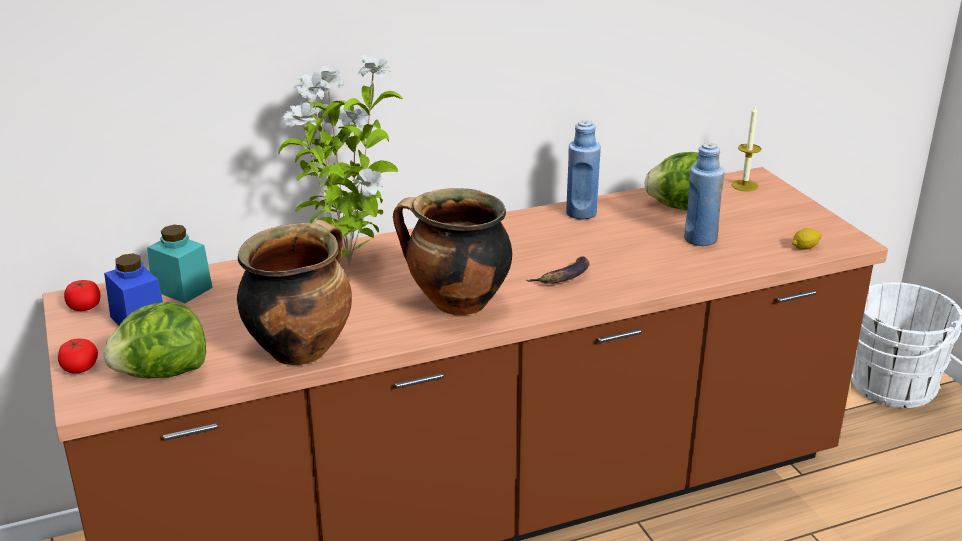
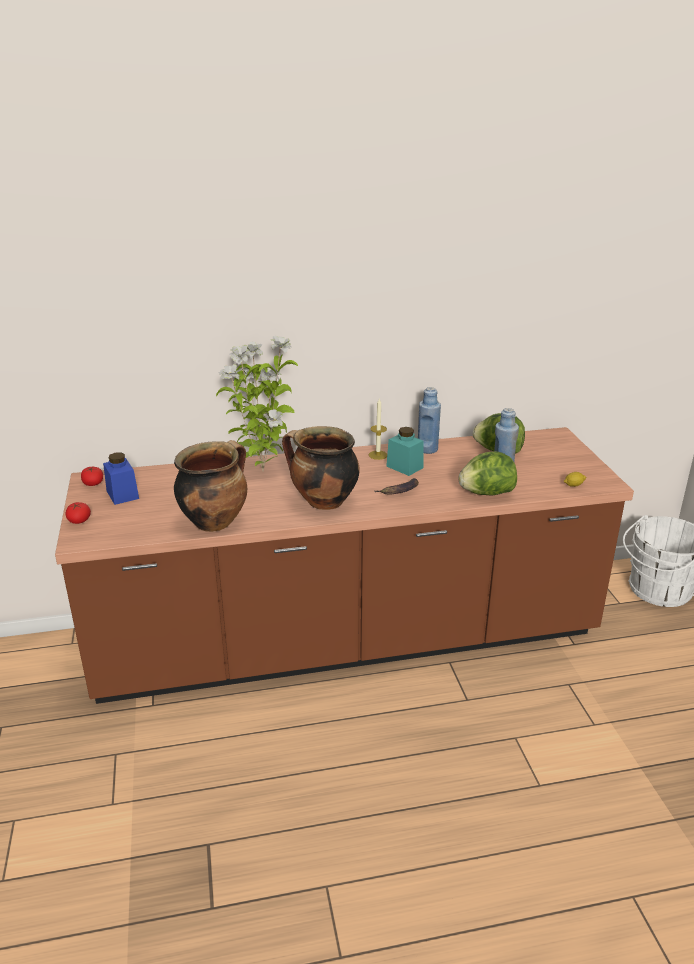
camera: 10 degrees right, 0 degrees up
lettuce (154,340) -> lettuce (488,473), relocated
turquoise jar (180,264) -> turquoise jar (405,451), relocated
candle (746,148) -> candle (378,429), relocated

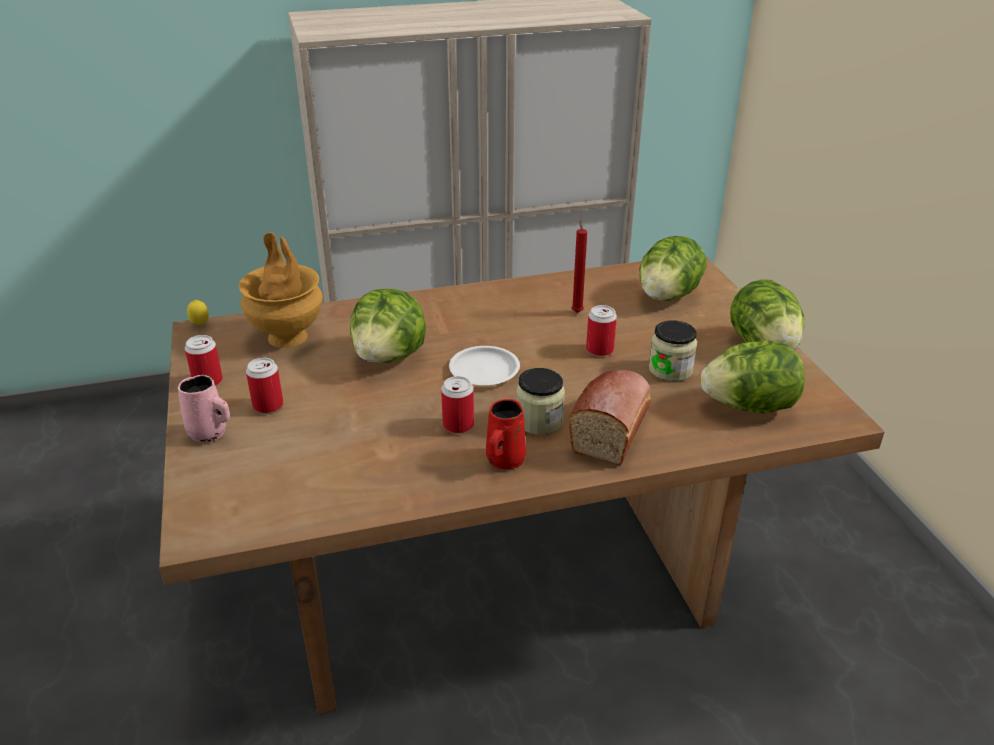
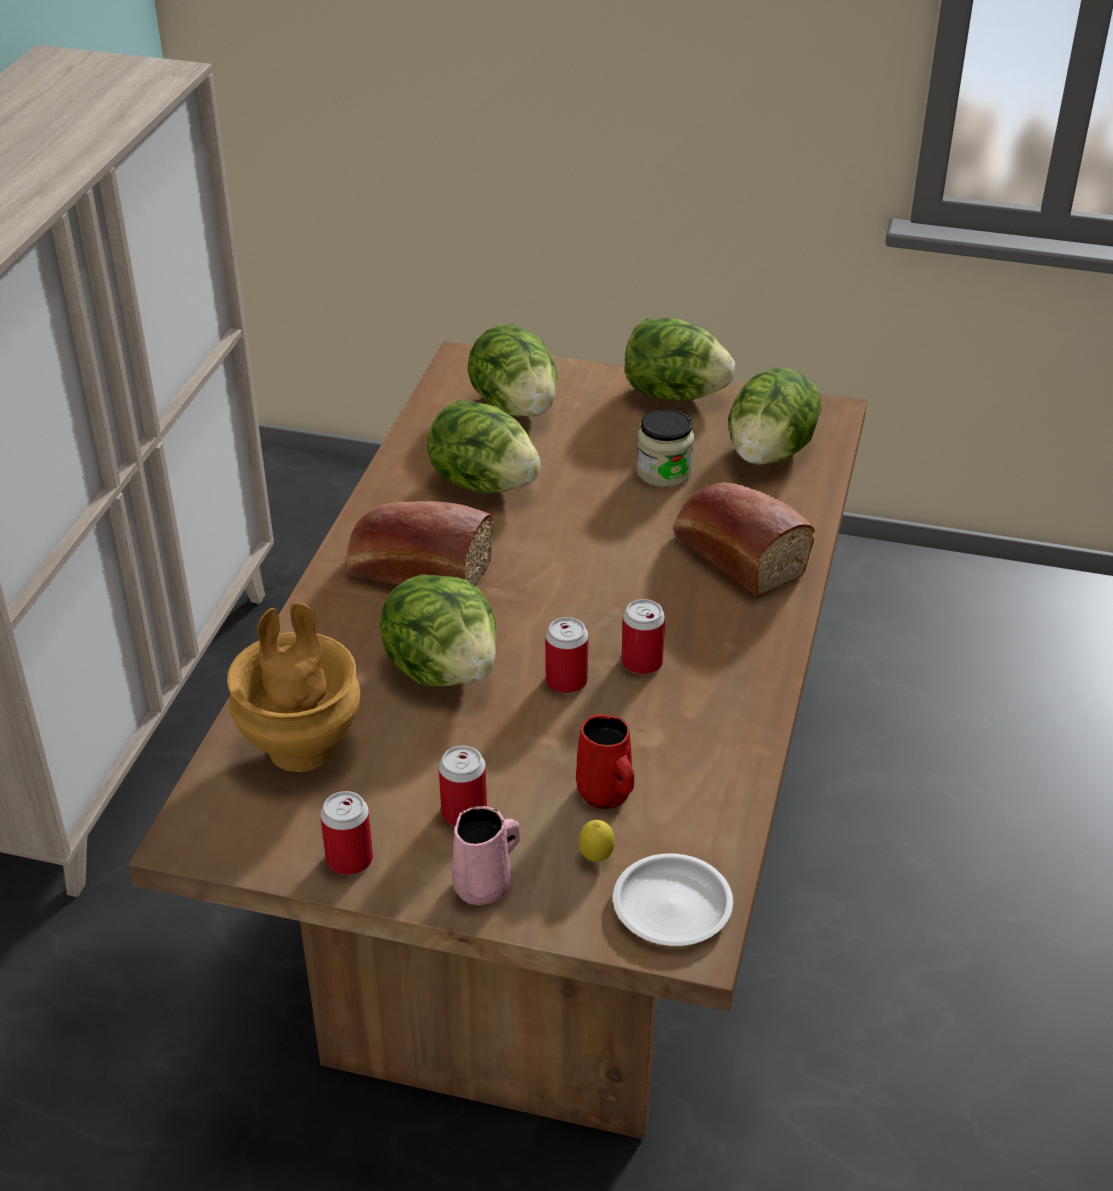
camera: 60 degrees left, 5 degrees up
jar (540,401) -> none
none -> bread (419,543)
lemon (198,313) -> lemon (597,841), relocated
white plate (484,366) -> white plate (673,899), relocated
red mug (506,434) -> red mug (605,761), relocated
can (601,330) -> can (566,655), relocated
red candle (579,265) -> lettuce (484,446)

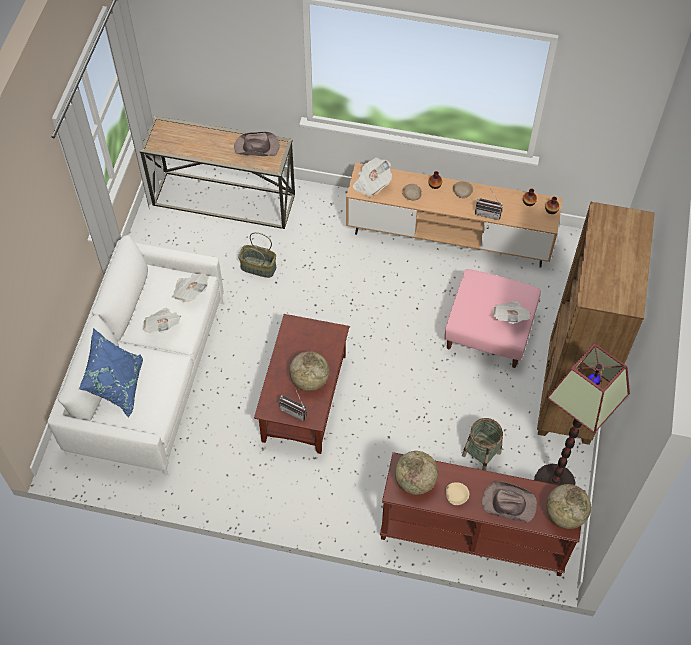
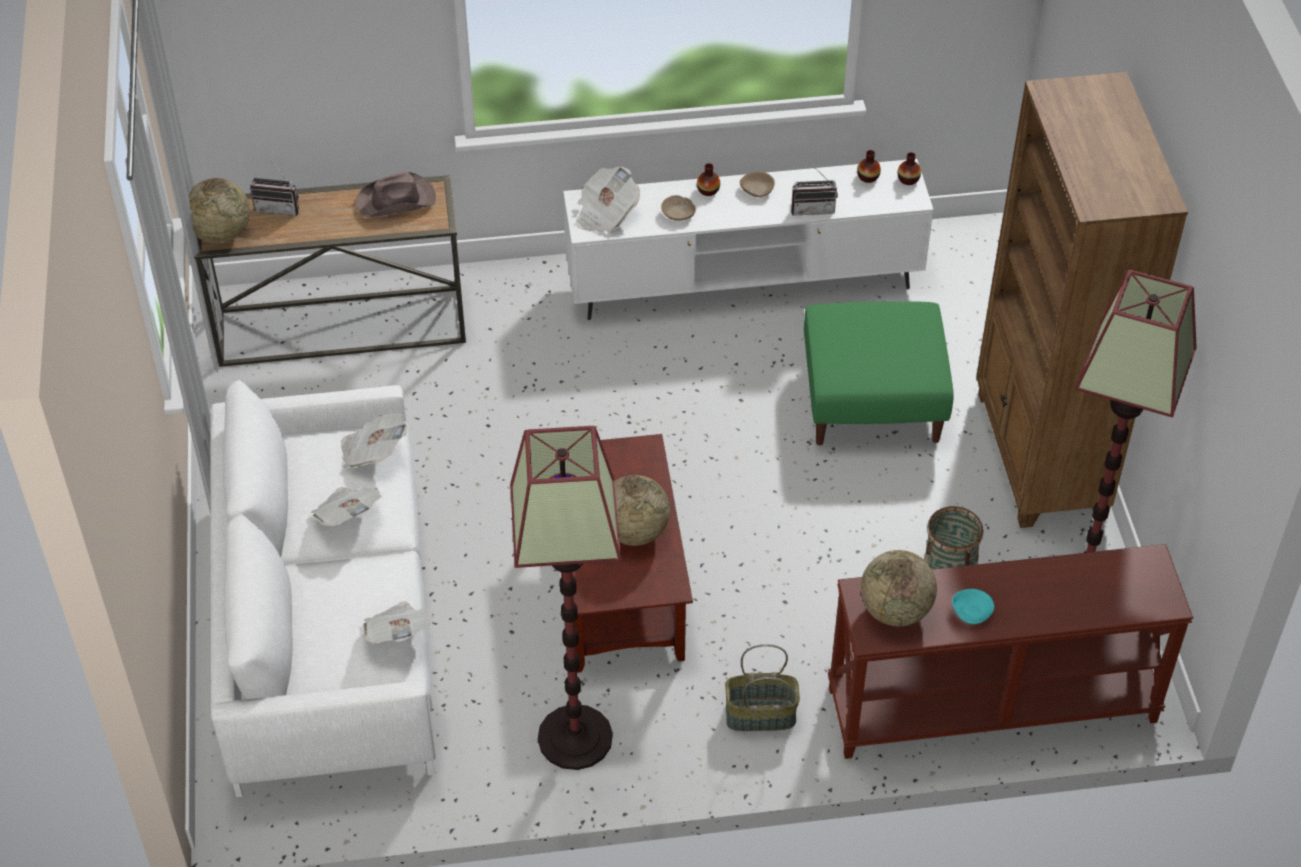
camera: 20 degrees left, 10 degrees down
blue pillow (111,373) -> none
brown hat (509,502) -> none
none -> floor lamp (566,598)
basket (257,255) -> basket (762,687), relocated
radio (293,404) -> radio (274,188), relocated
newspaper (512,312) -> newspaper (398,622), relocated
globe (568,506) -> globe (219,211), relocated
brown tv stand (454,215) -> white tv stand (748,239)
pink ottoman (492,318) -> green ottoman (879,373)
beige bowl (457,493) -> turquoise bowl (973,606)

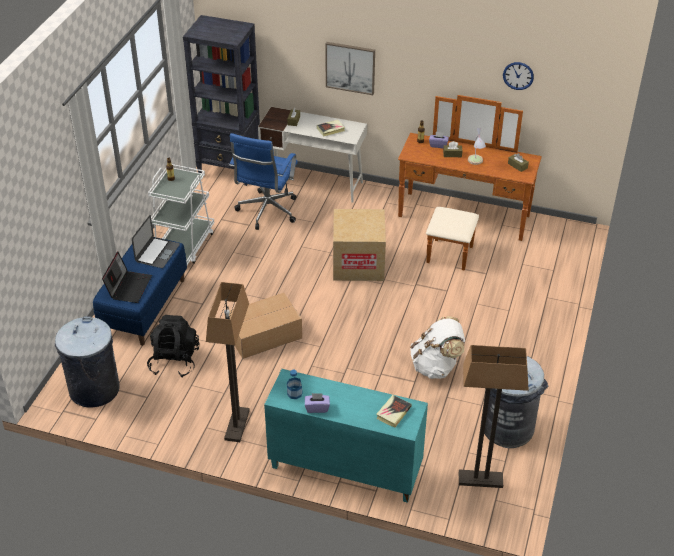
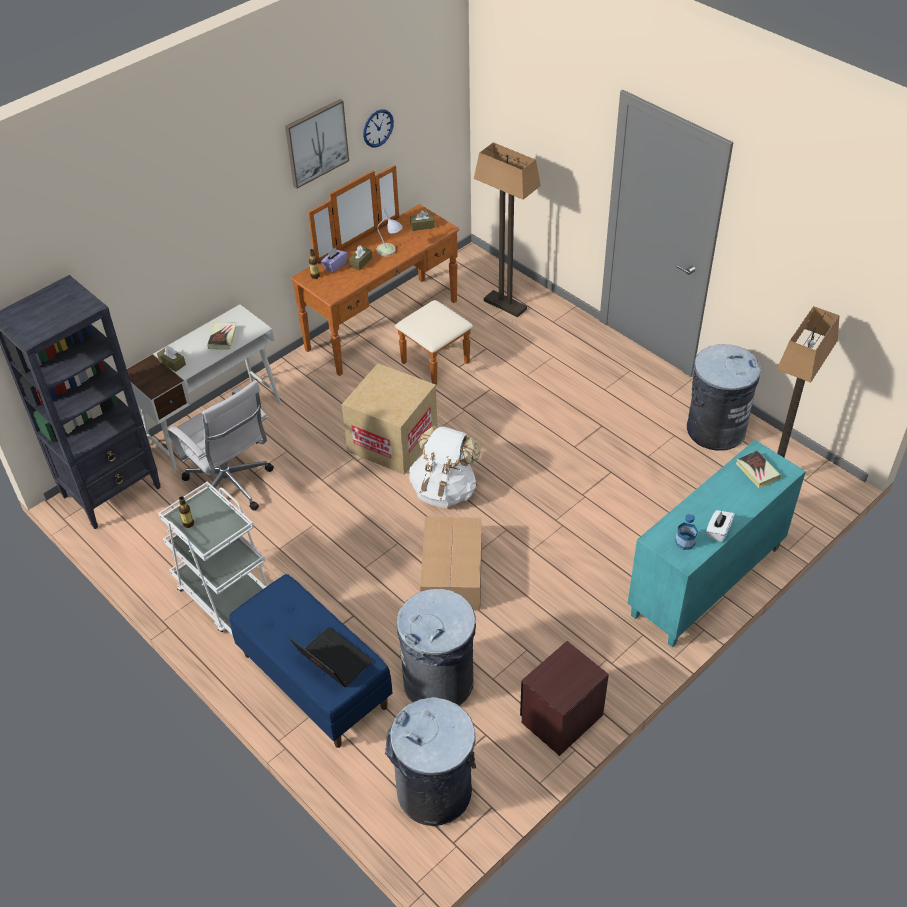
camera: 60 degrees left, 5 degrees up
laptop (156,241) -> none
none -> brown nightstand (564,698)
floor lamp (228,362) -> floor lamp (507,229), relocated
picture (350,68) -> picture (317,144), relocated
white backpack (437,347) -> white backpack (445,467), relocated
black backpack (173,346) -> grey trash can (436,647)
blue office chair (263,181) -> white office chair (220,445)
purple tissue box (317,403) -> white tissue box (720,526)

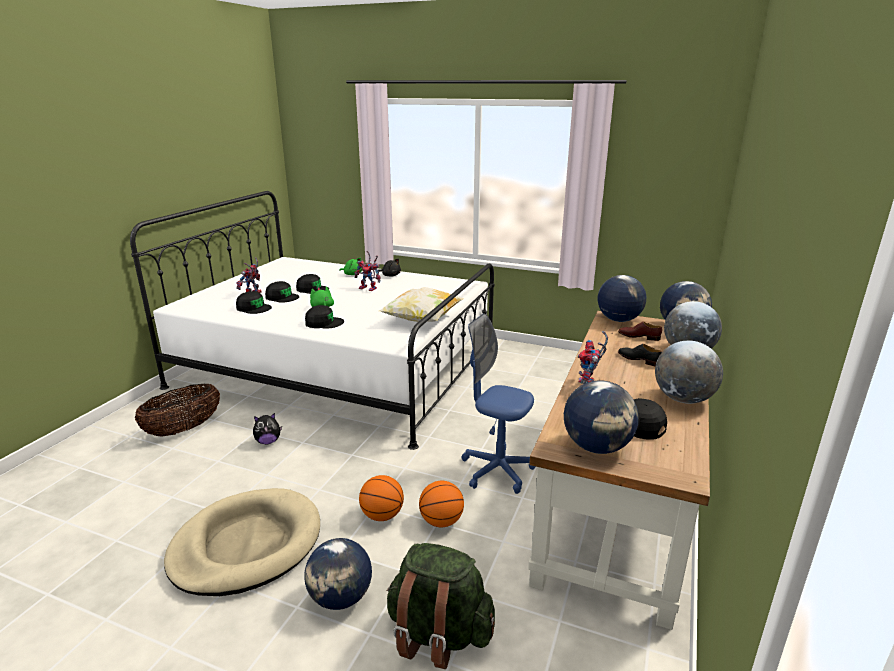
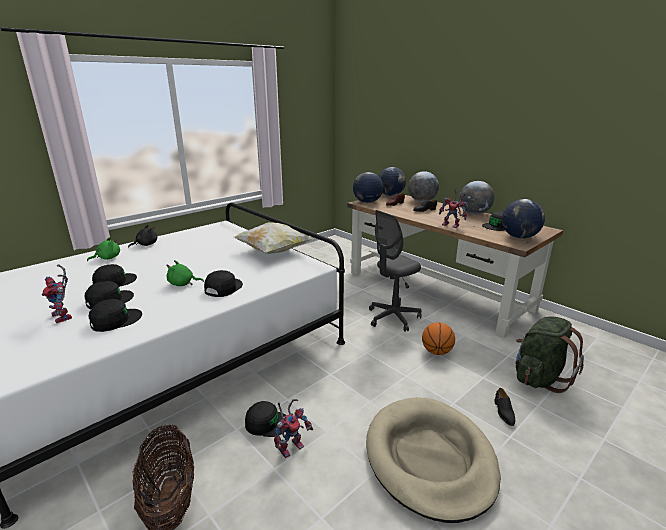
camera: 65 degrees left, 0 degrees up
basketball (381,498) -> none
toy robot (367,271) -> toy robot (293,428), relocated
plush toy (267,429) -> black cap (265,419)
globe (338,574) -> black shoe (504,407)
blue office chair (498,404) -> grey office chair (395,271)

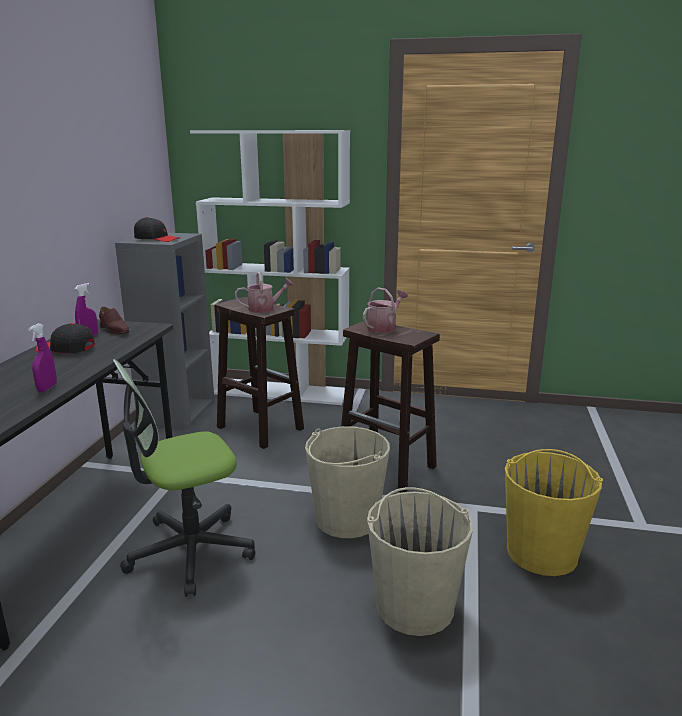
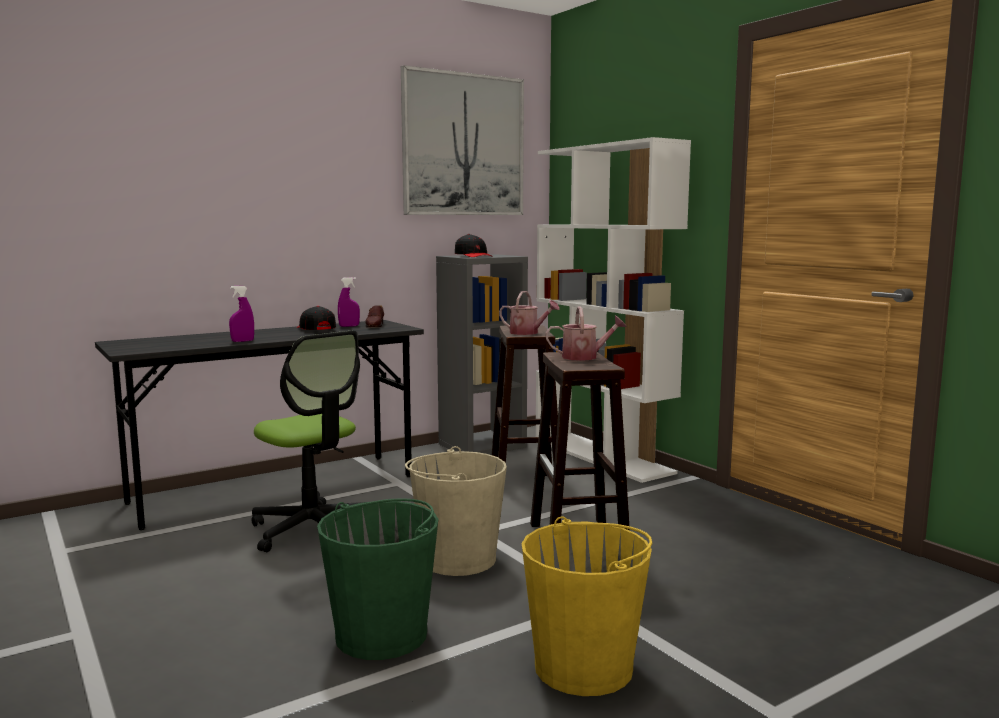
camera: 45 degrees right, 10 degrees down
none -> picture (462,140)
beige bucket (420,561) -> green bucket (377,579)
office chair (183,478) -> office chair (308,441), 150 degrees counterclockwise

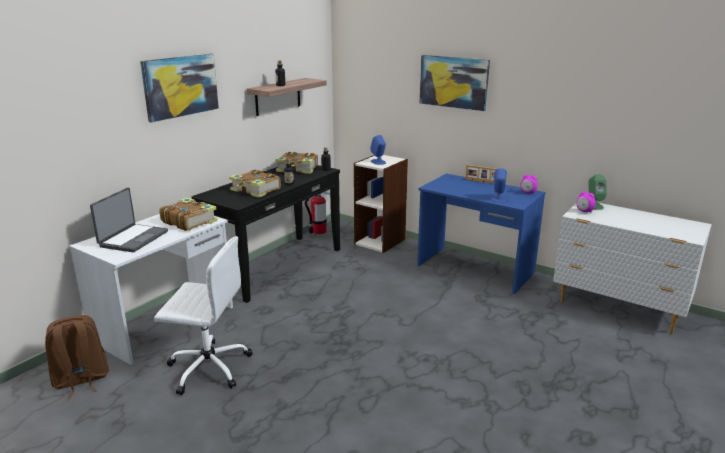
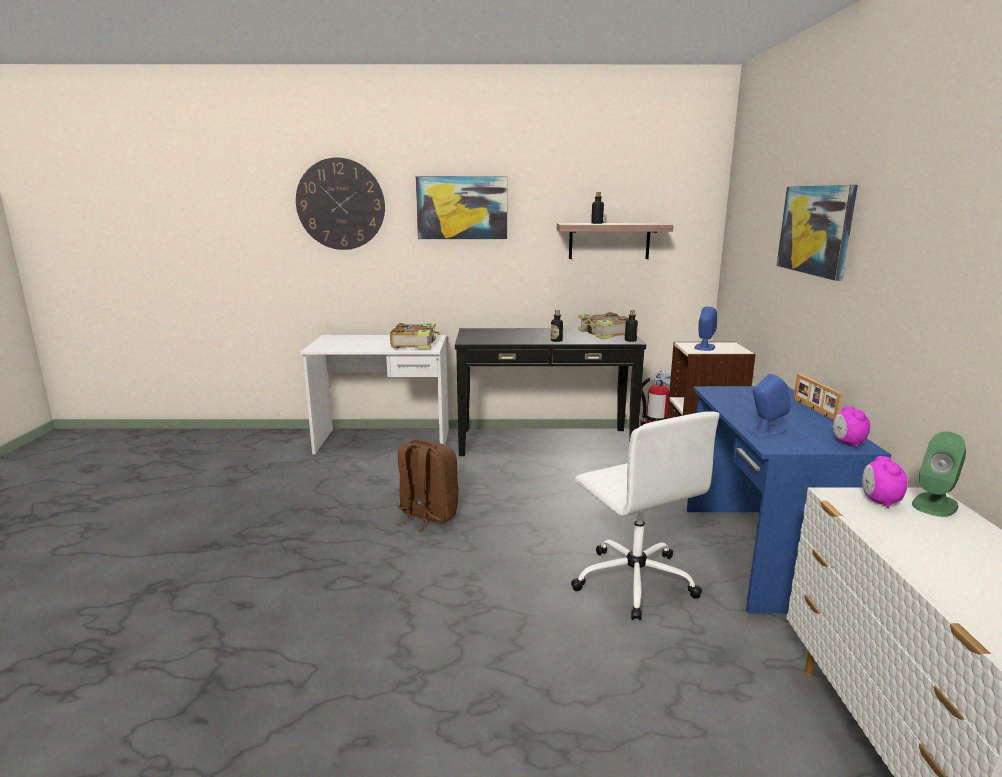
camera: 55 degrees right, 5 degrees down
laptop (129,220) -> none
book (255,184) -> none
none -> wall clock (340,204)
brown backpack (77,357) -> brown backpack (427,485), relocated
white office chair (203,315) -> white office chair (645,516), relocated

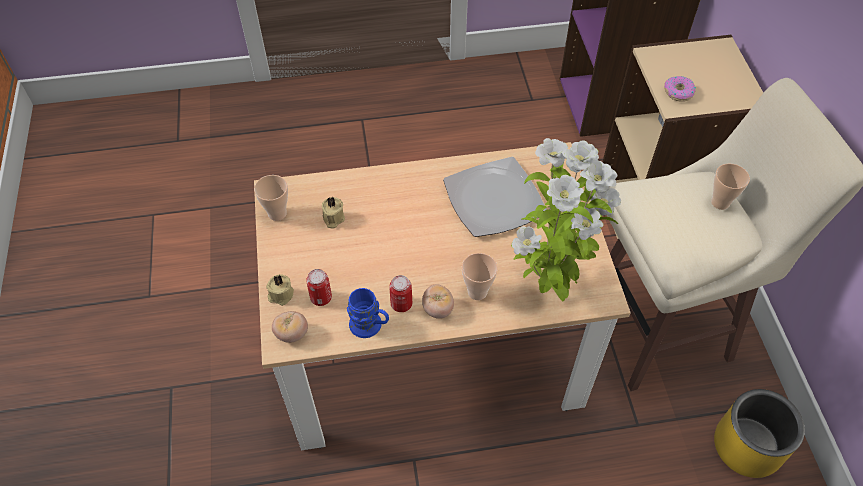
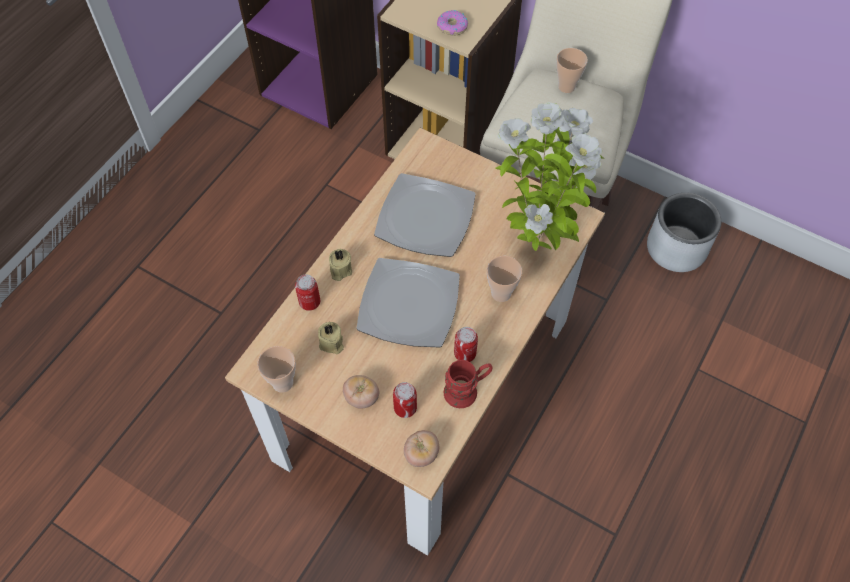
camera: 50 degrees left, 5 degrees up
none -> can (307,292)
none -> plate (408,302)
beige candle (280,290) -> beige candle (340,265), relocated
tomato (438,301) -> tomato (361,391), relocated
blue mug (368,313) -> red mug (468,384)
yellow planter (759,433) -> grey planter (684,232)

